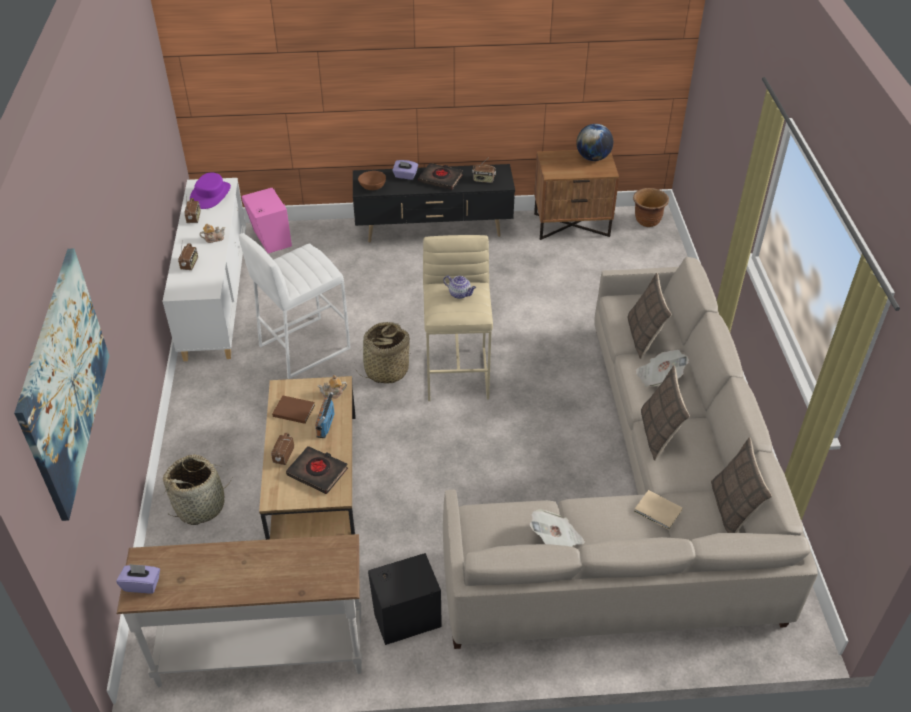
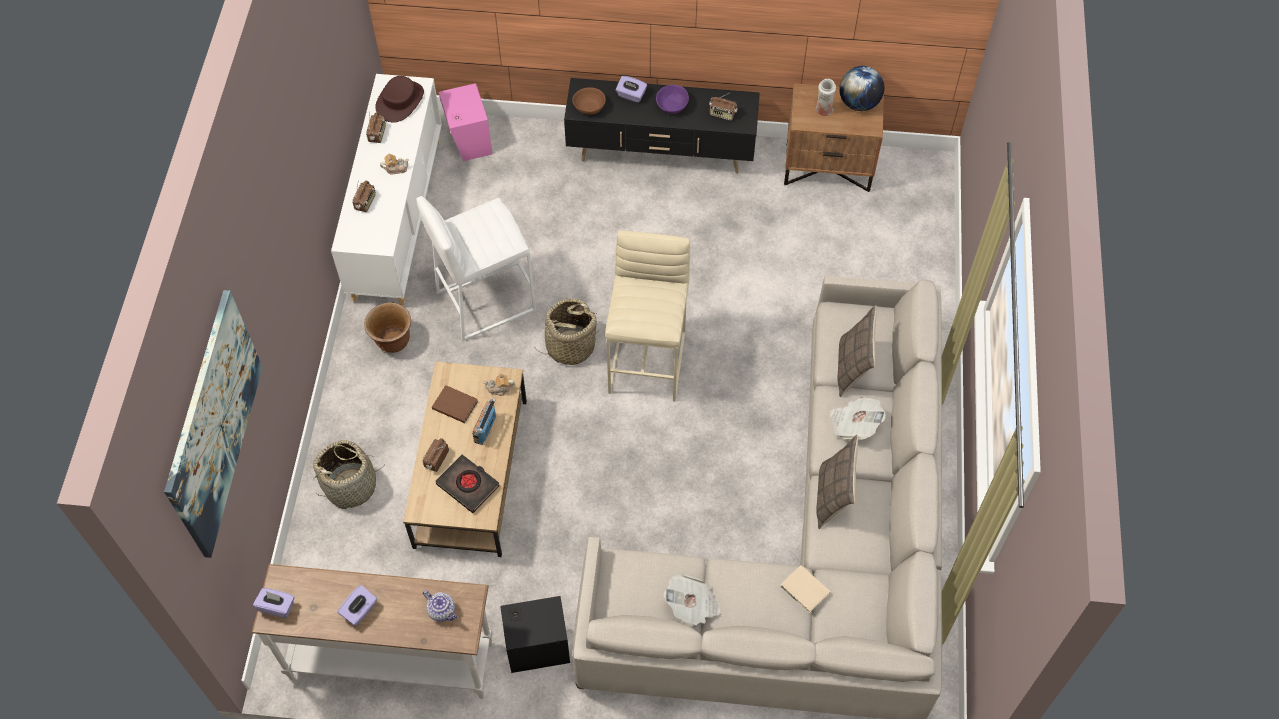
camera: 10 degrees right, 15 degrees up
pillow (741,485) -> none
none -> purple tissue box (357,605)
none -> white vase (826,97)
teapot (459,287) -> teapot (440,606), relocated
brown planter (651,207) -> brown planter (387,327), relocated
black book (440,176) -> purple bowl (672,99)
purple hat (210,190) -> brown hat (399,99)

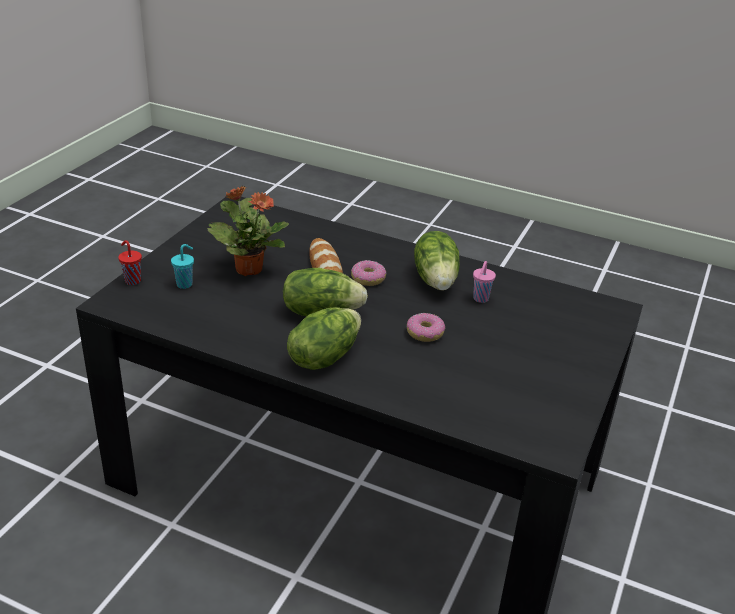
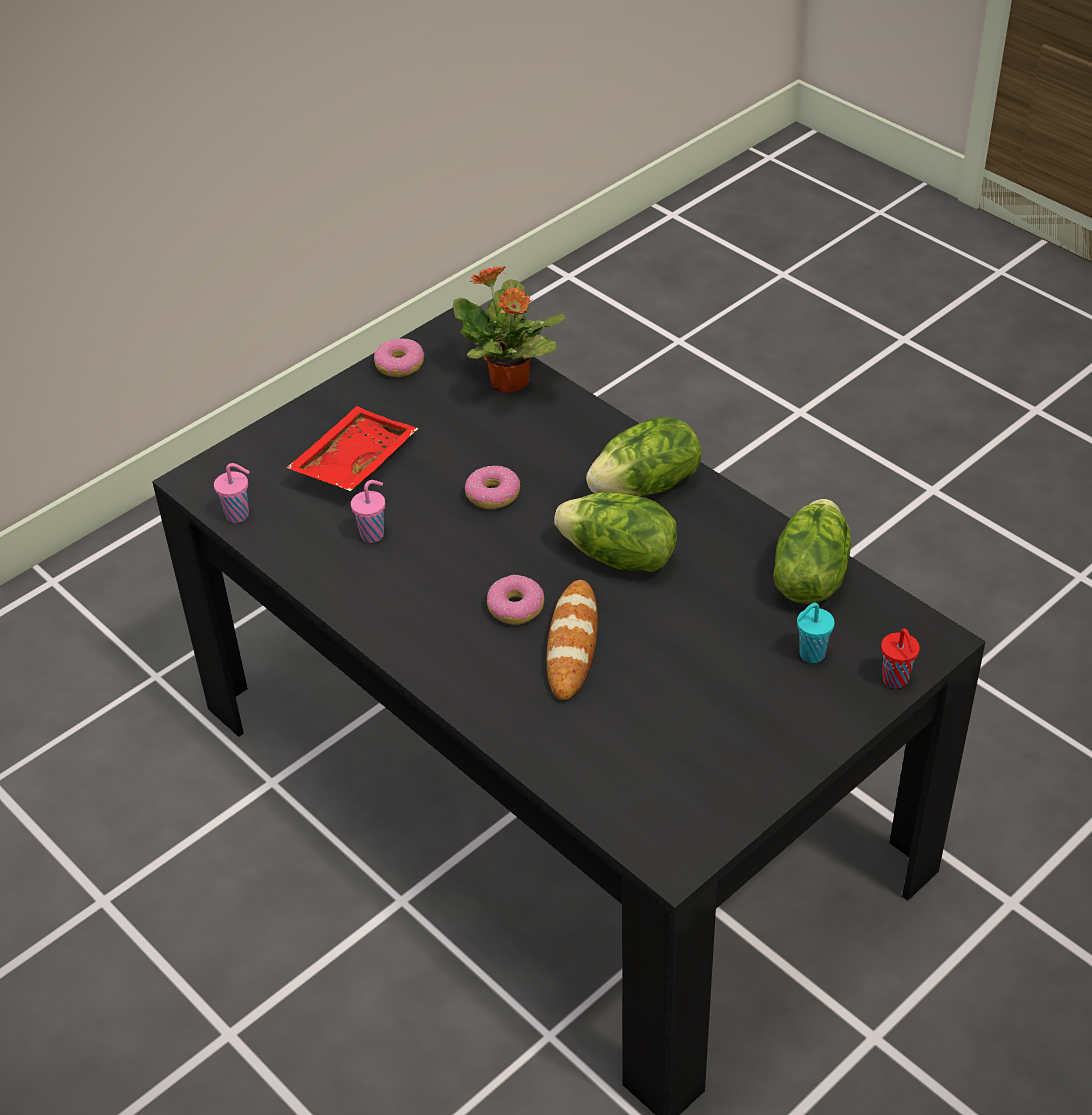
camera: 155 degrees left, 10 degrees up
none -> pink cup (232,493)
none -> red tray (352,448)
none -> donut (399,357)
potted plant (248,231) -> potted plant (509,329), relocated
lettuce (437,261) -> lettuce (812,551), relocated

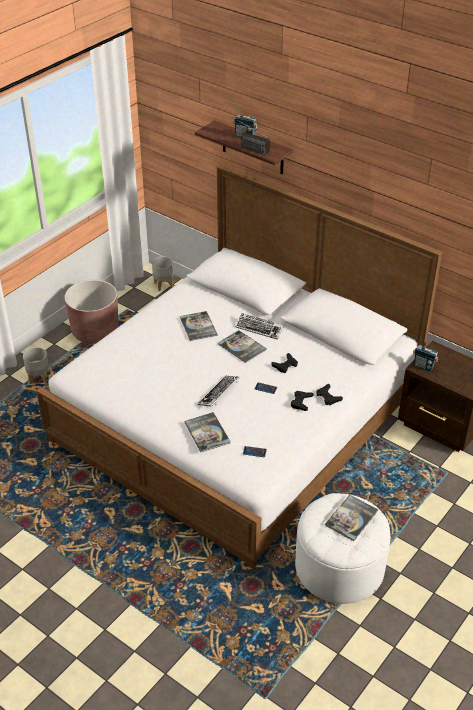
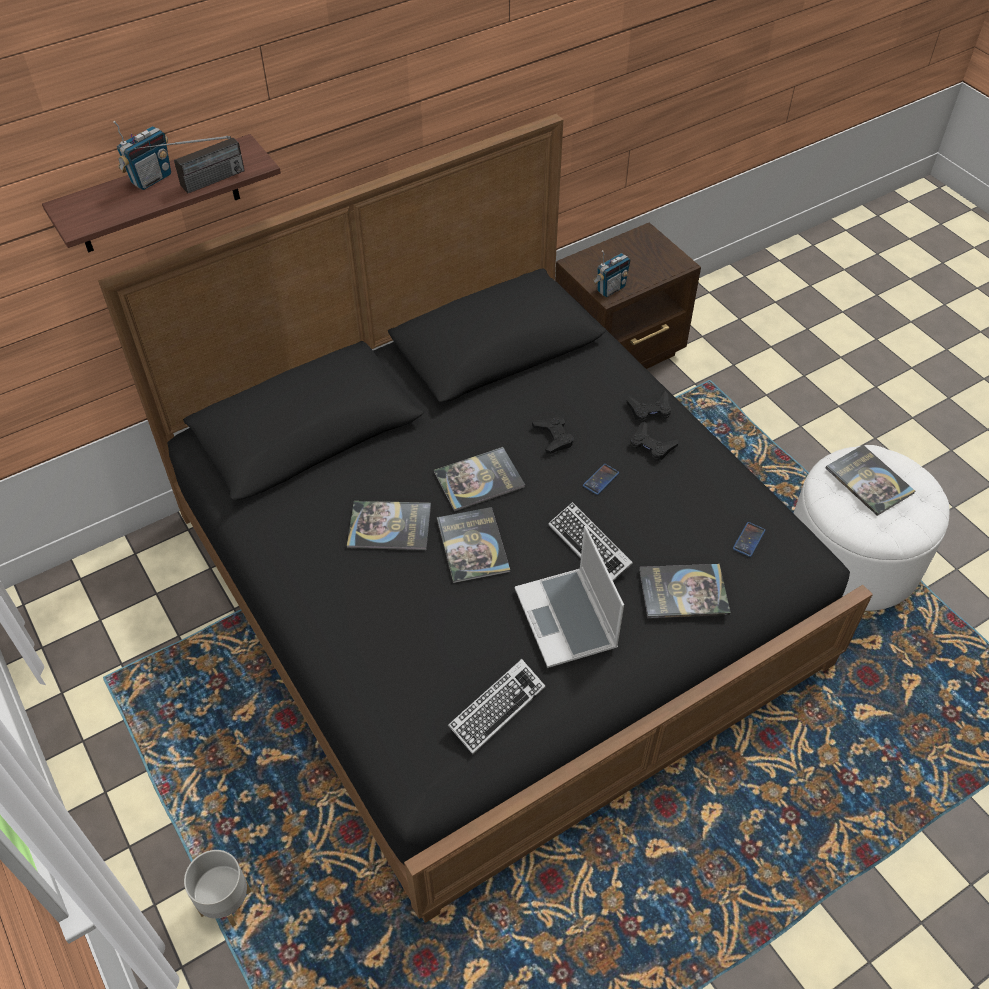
camera: 70 degrees left, 10 degrees up
brown planter (91,312) -> none
grey planter (162,273) -> none
none -> book (473,545)
none -> laptop (569,597)
keyboard (260,326) -> keyboard (496,706), relocated
white bed (239,367) -> black bed (485,518)

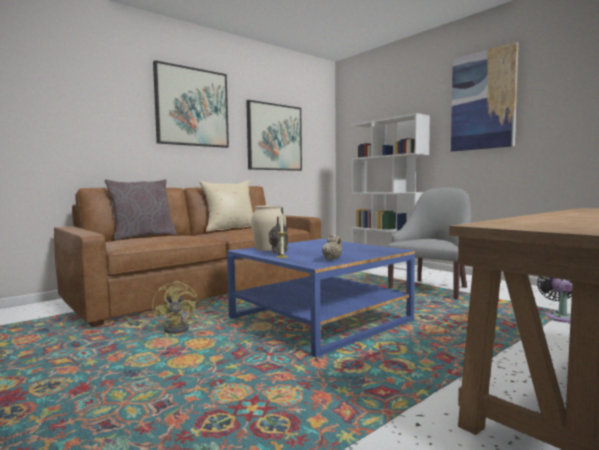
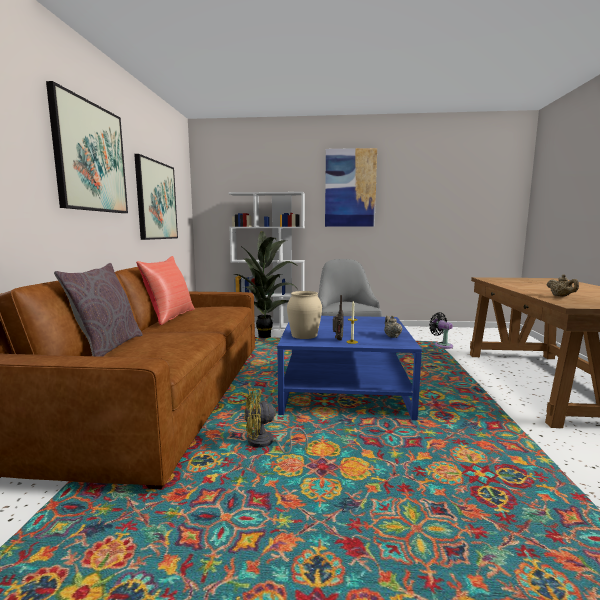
camera: 45 degrees left, 5 degrees up
none -> potted plant (267,284)
none -> beige teapot (563,285)
beige pillow (226,206) -> red pillow (165,290)
yellow fan (177,307) -> yellow fan (276,420), 135 degrees clockwise

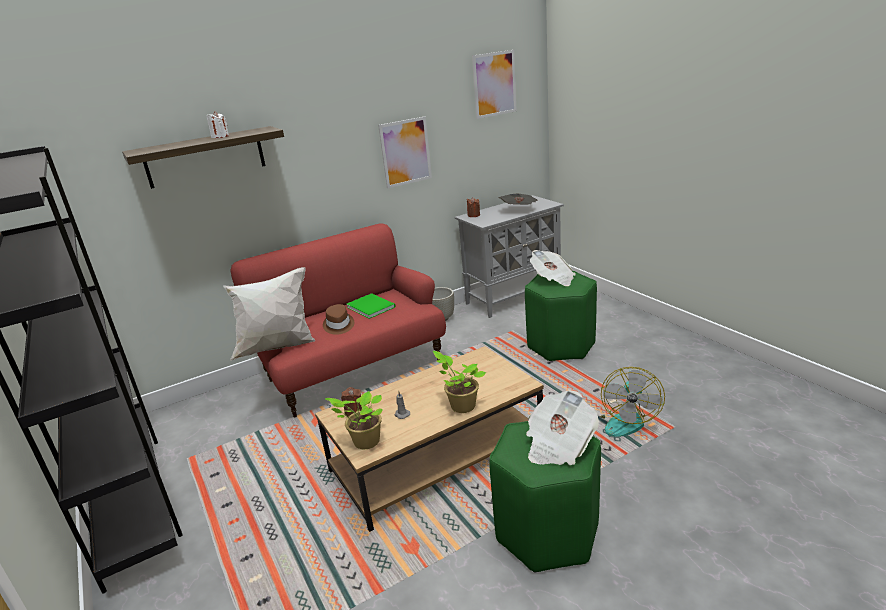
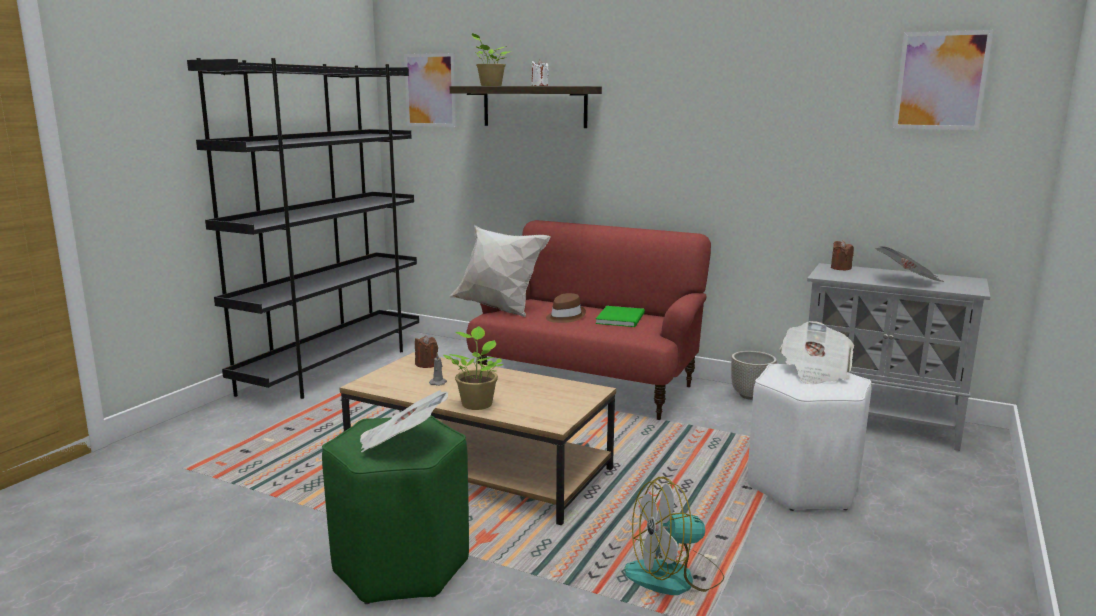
camera: 55 degrees right, 10 degrees down
potted plant (354,420) -> potted plant (492,59), relocated
picture (405,152) -> picture (430,90), relocated
green stool (561,316) -> white stool (809,437)

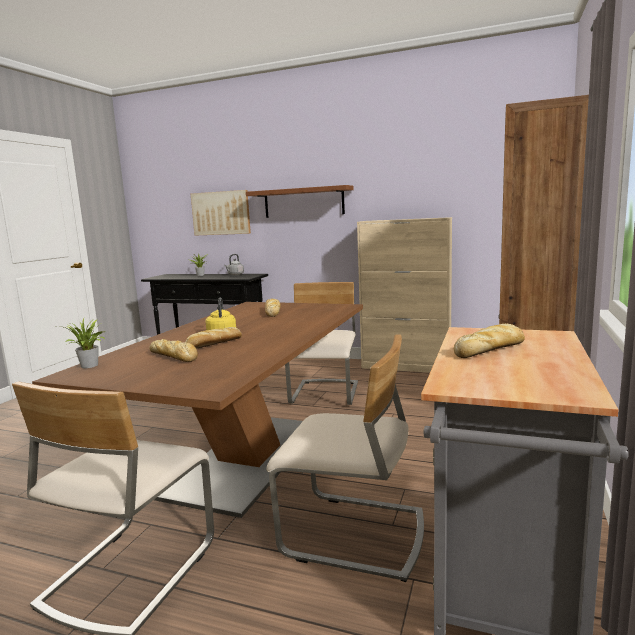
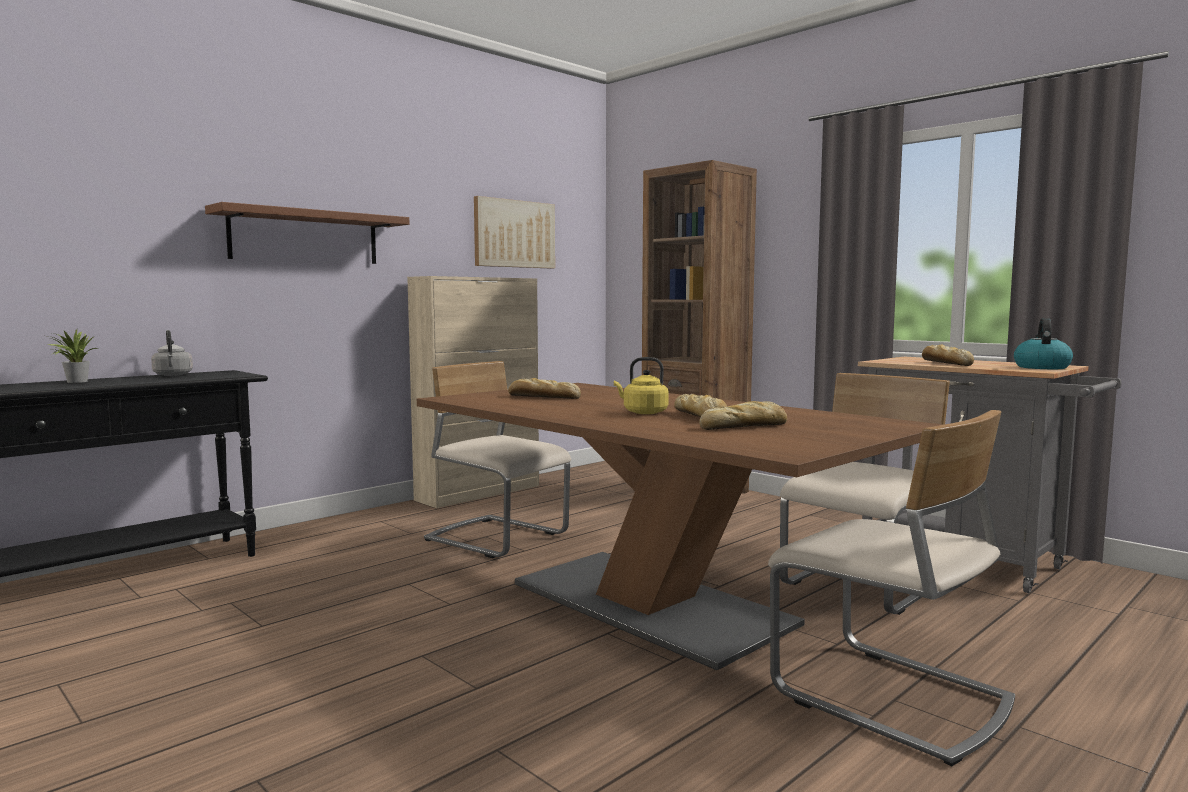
camera: 65 degrees left, 5 degrees down
potted plant (84,343) -> none
none -> kettle (1043,343)
picture (221,213) -> picture (514,232), relocated

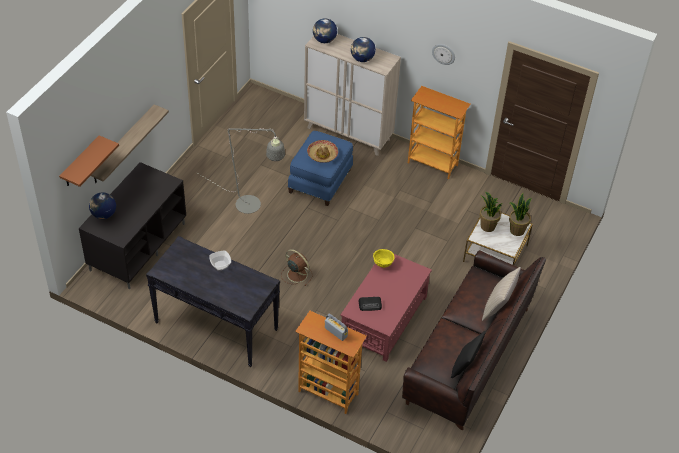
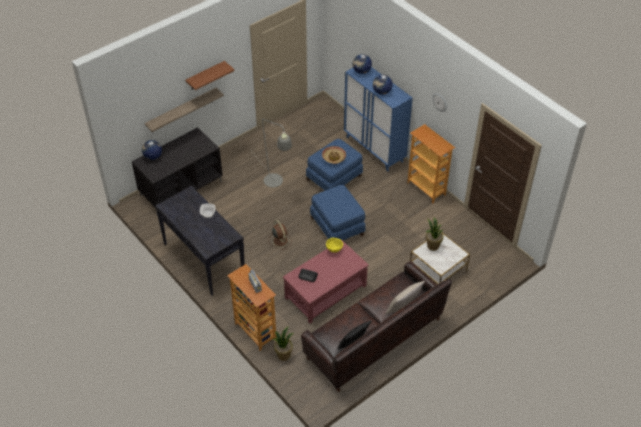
camera: 25 degrees right, 0 degrees up
none -> blue ottoman (338,212)
brown shelf (89,161) -> brown shelf (210,75), relocated
potted plant (520,214) -> potted plant (283,343), relocated
beige cabinet (352,95) -> blue cabinet (378,119)

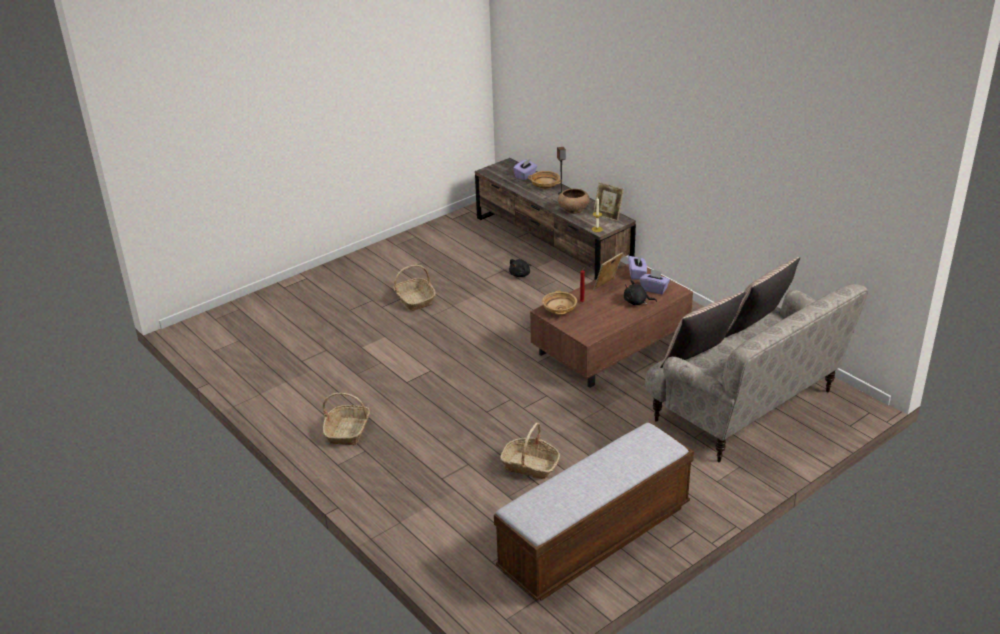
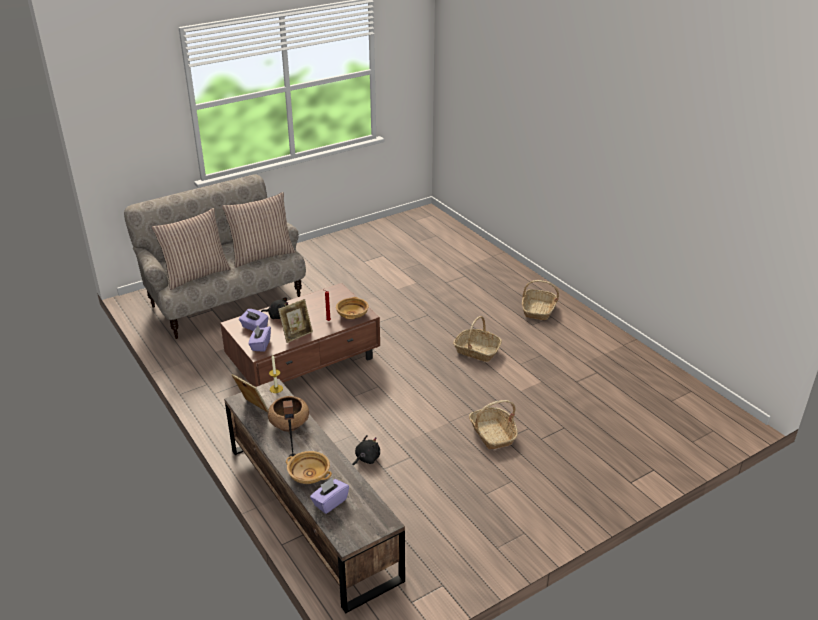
camera: 175 degrees left, 0 degrees up
bench (594,512) -> none
basket (530,451) -> basket (477,339), relocated

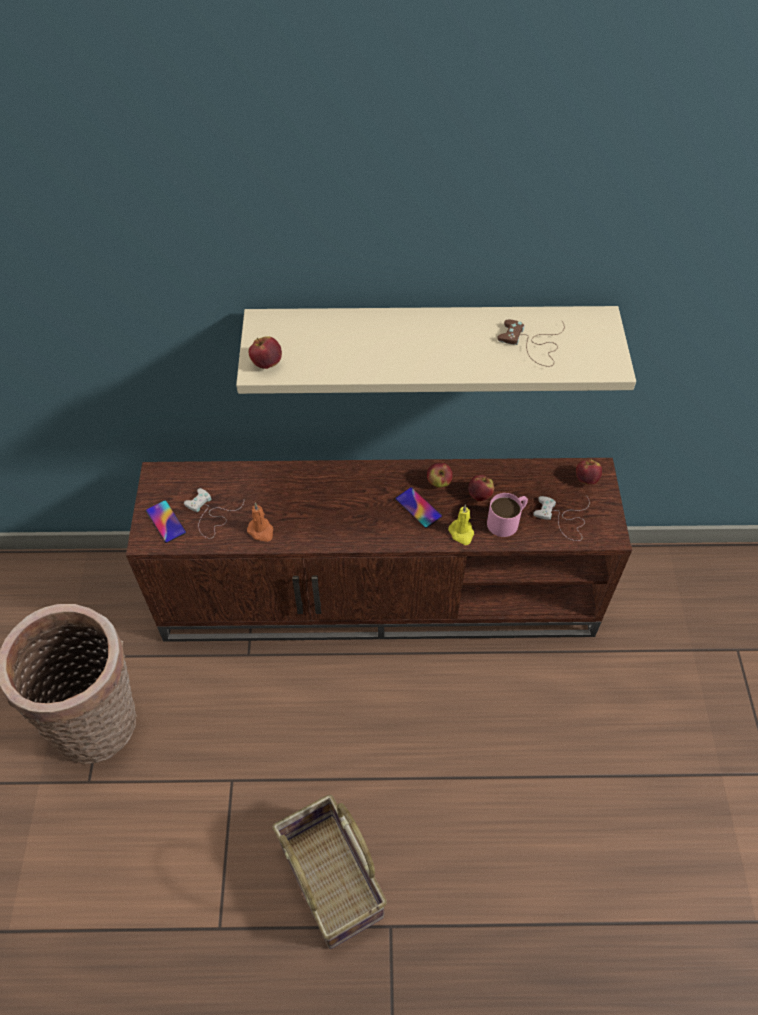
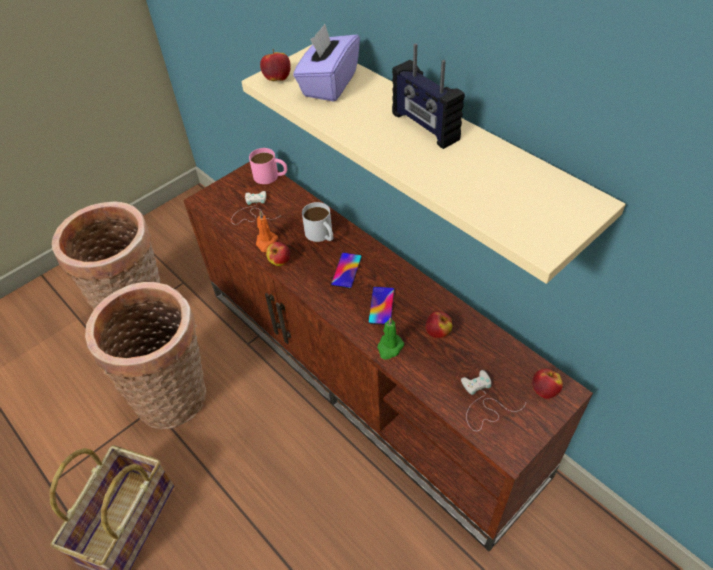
camera: 50 degrees right, 5 degrees down
brown game controller (531,343) -> none
none -> basket (145,355)
none -> purple tissue box (326,63)
none -> white mug (317,222)
none -> radio (428,96)
phone (166,521) -> phone (346,270), relocated
apple (439,475) -> apple (278,254), relocated
pink mug (507,515) -> pink mug (268,166), relocated
yellow candle (461,524) -> green candle (390,338)

